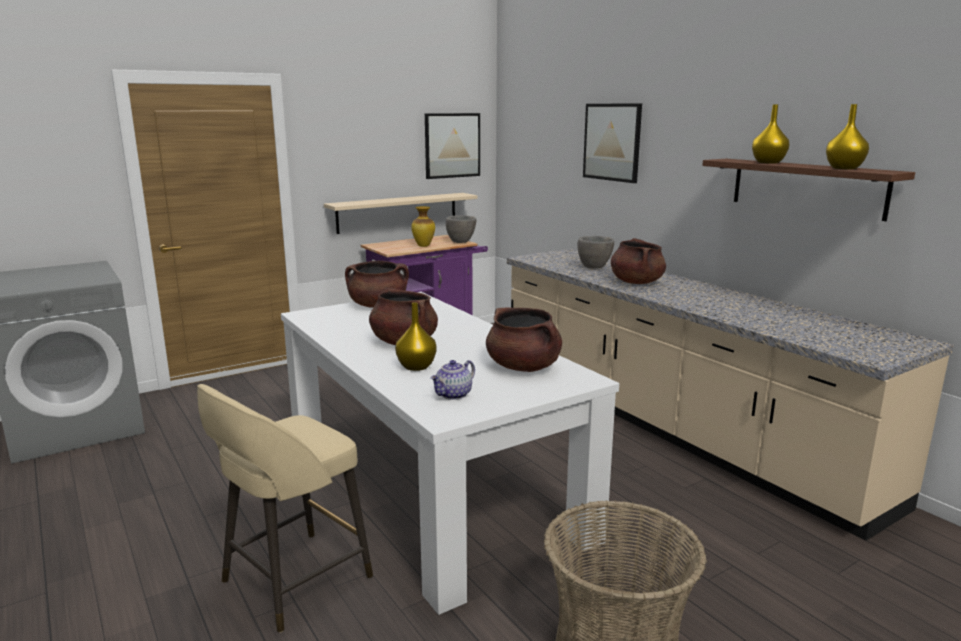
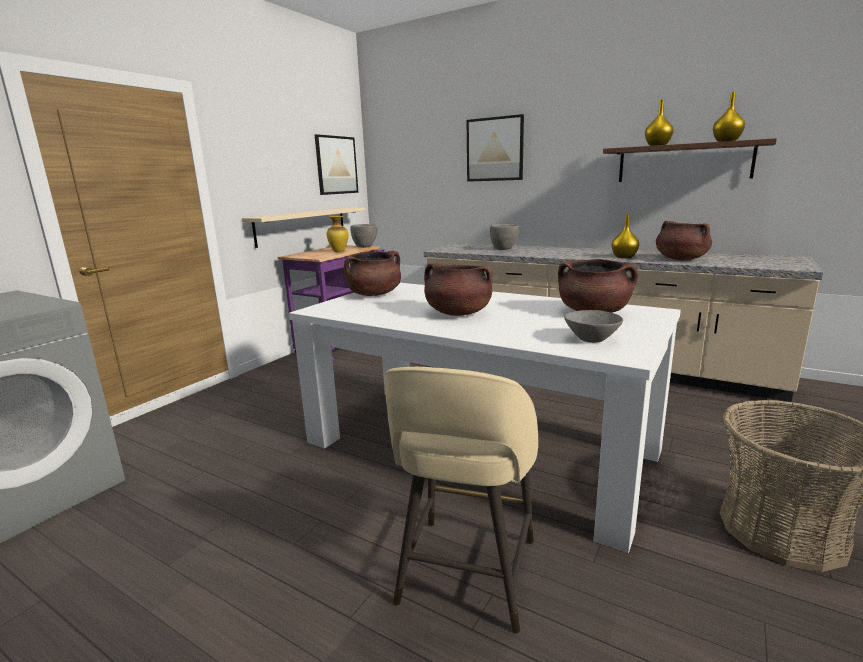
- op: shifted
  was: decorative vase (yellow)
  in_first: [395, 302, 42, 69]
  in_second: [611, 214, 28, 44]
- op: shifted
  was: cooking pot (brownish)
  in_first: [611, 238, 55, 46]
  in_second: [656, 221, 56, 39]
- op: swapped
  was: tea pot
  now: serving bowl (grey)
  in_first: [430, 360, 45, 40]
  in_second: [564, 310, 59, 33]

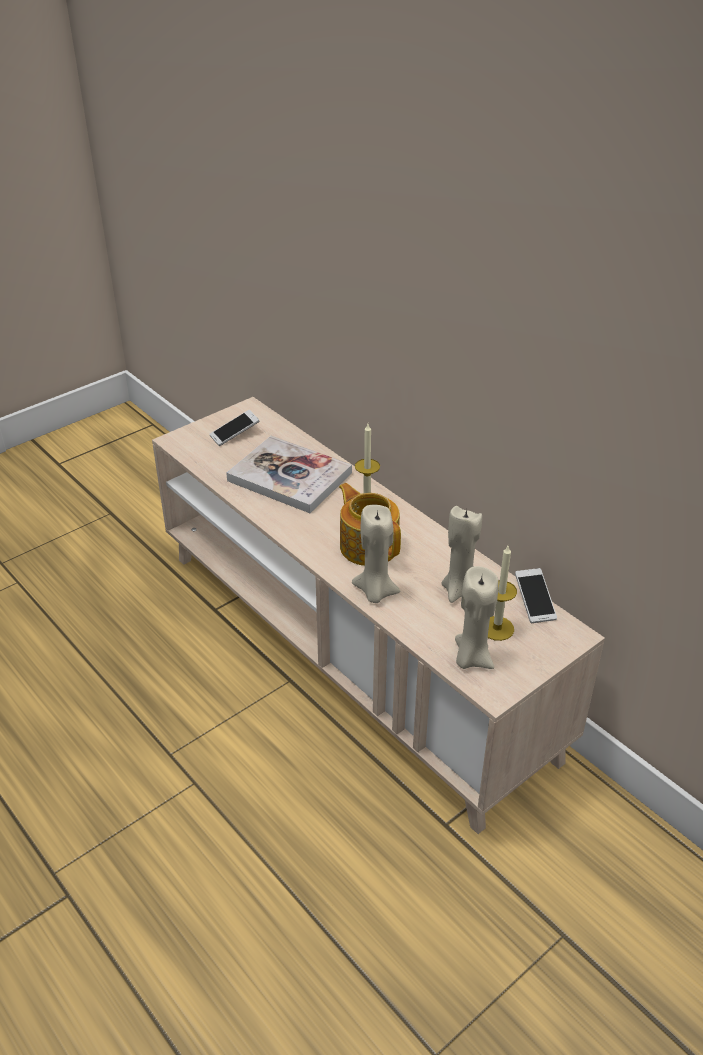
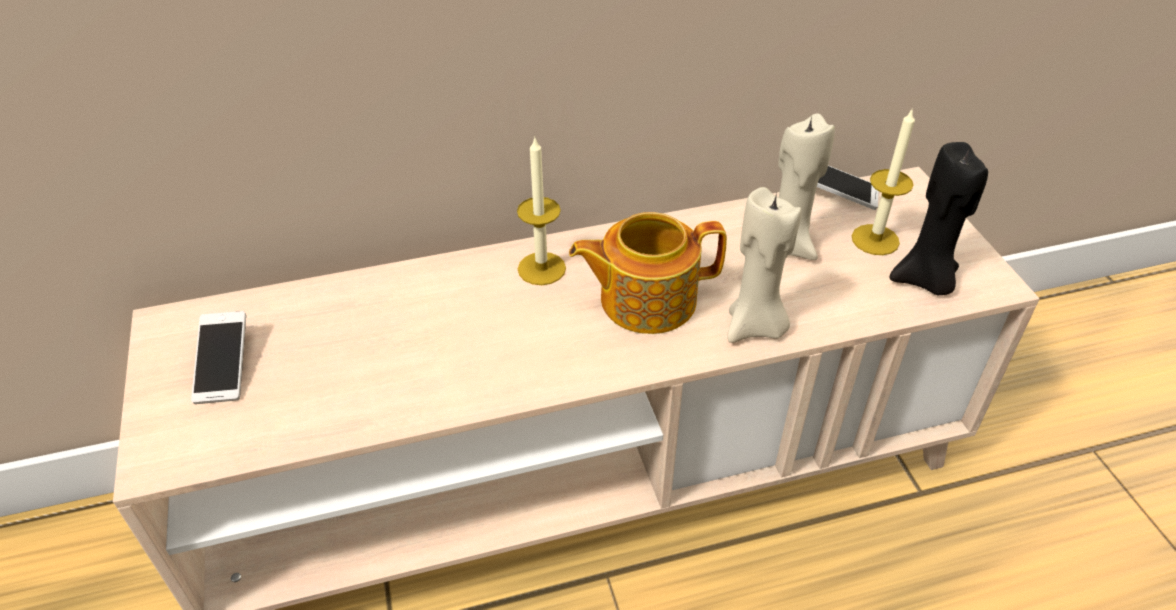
- op: gone
  was: book
  in_first: [226, 436, 126, 77]
- op: repainted
  was: wax light (beige)
  now: wax light (black-coloured)
  in_first: [455, 566, 44, 103]
  in_second: [889, 142, 99, 153]

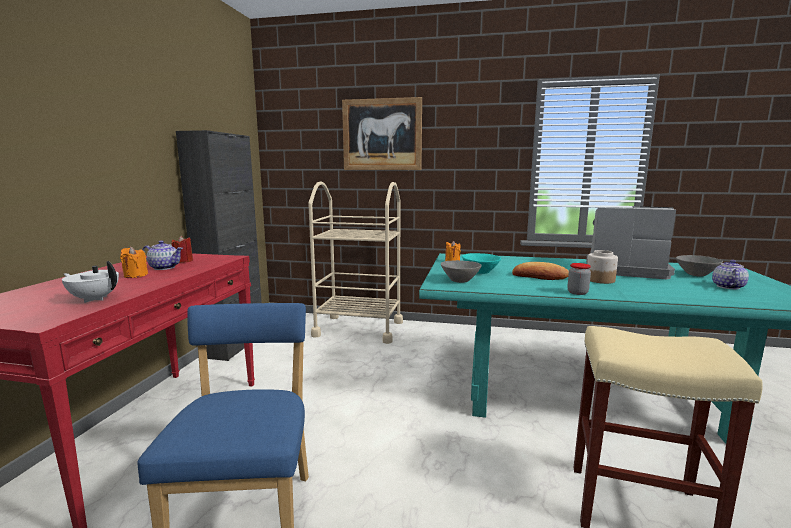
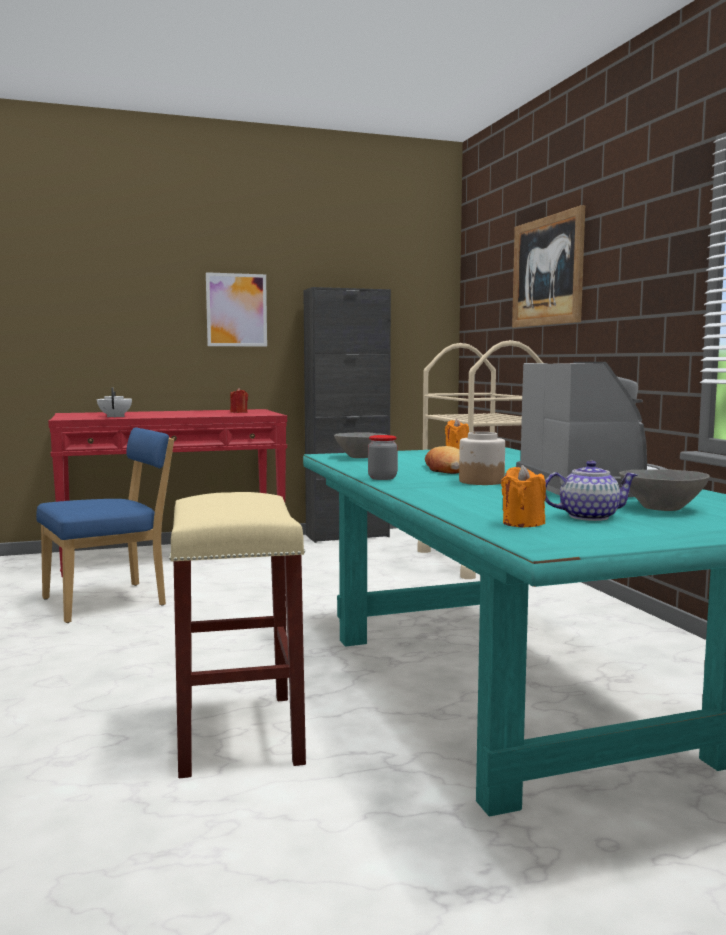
- op: gone
  was: tea pot
  in_first: [142, 240, 41, 30]
- op: gone
  was: serving bowl (turquoise)
  in_first: [462, 253, 39, 21]
- op: new
  now: picture
  in_second: [206, 272, 61, 75]
- op: shifted
  was: wax light (orangey)
  in_first: [120, 247, 28, 31]
  in_second: [501, 465, 45, 62]

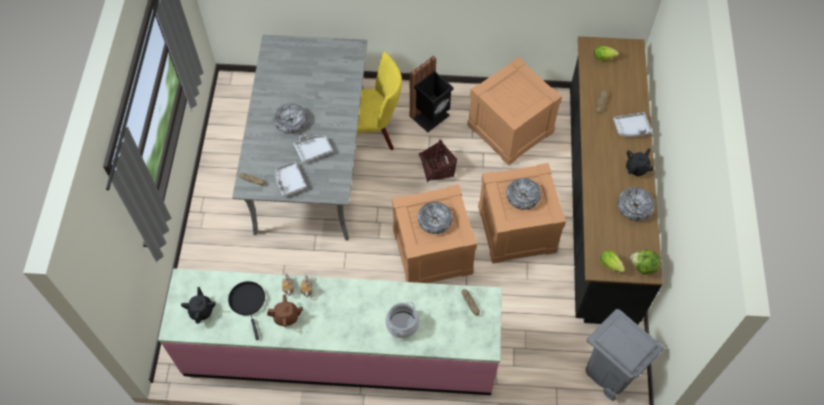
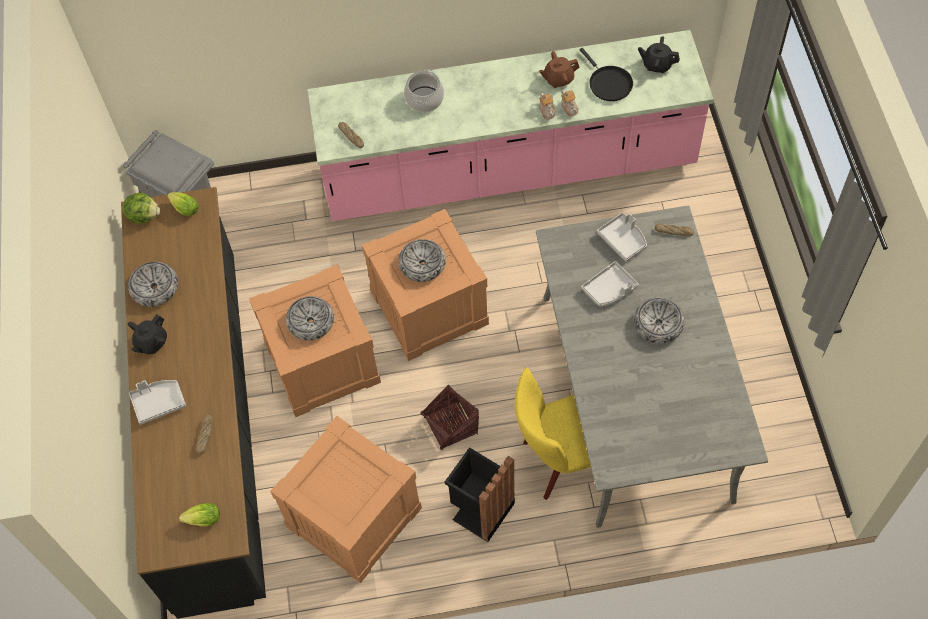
- op: rotated
  was: tea pot (black-coloured)
  in_first: [181, 287, 35, 37]
  in_second: [638, 36, 42, 37]
  clockwise: 120

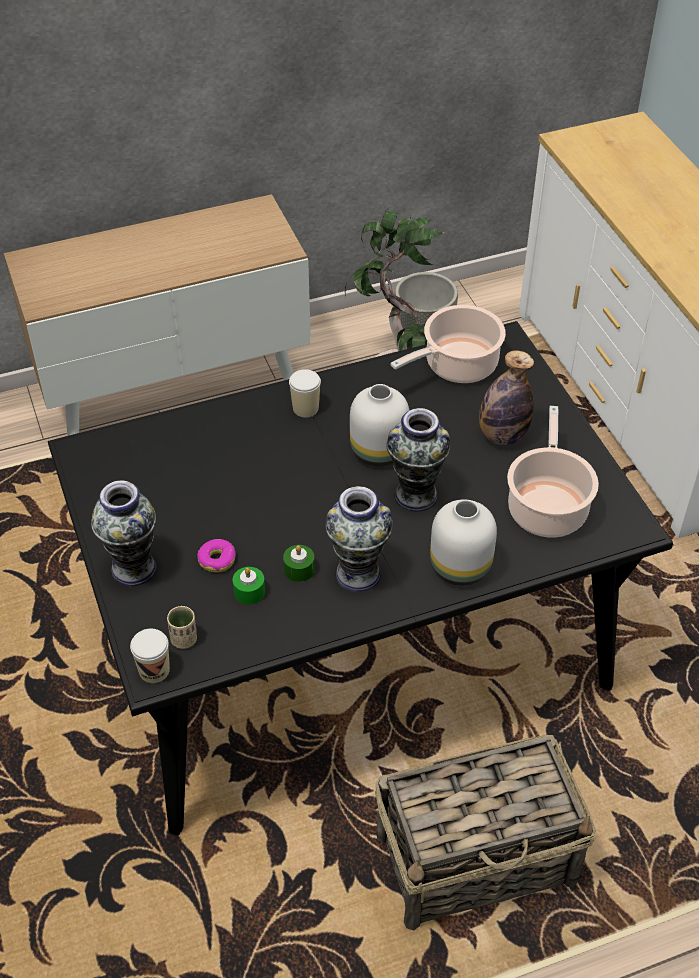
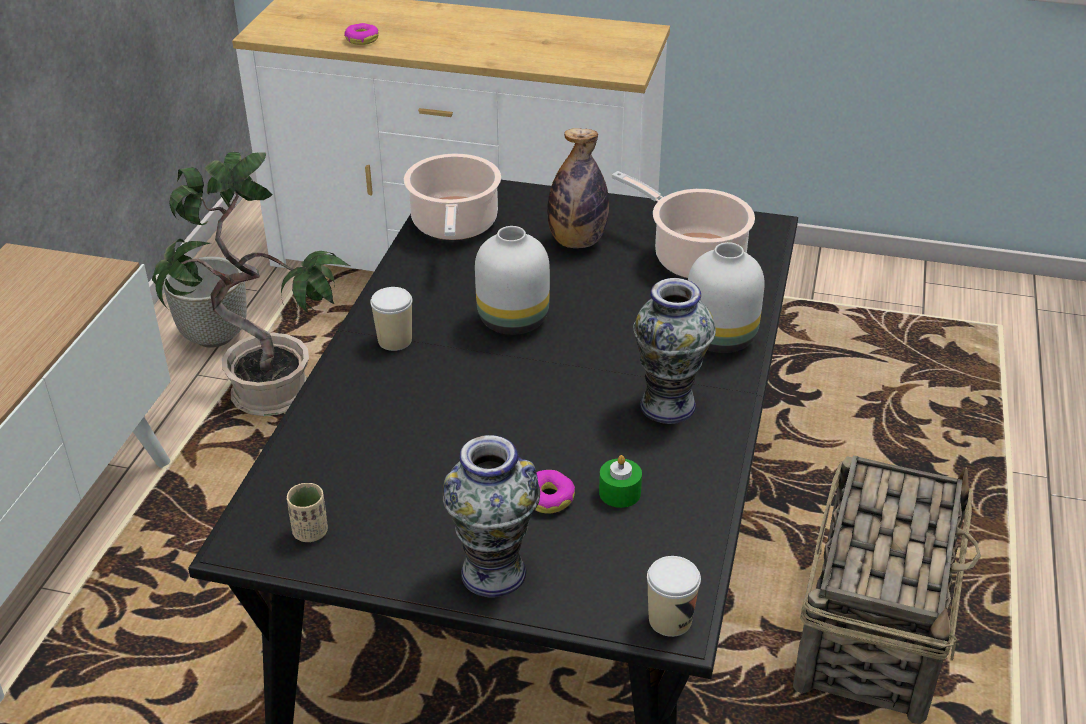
- op: gone
  was: wax light (greenish)
  in_first: [283, 545, 32, 37]
- op: gone
  was: decorative vase
  in_first: [386, 408, 64, 104]
- op: new
  now: donut
  in_second: [344, 23, 35, 22]
- op: shifted
  was: cup (beige)
  in_first: [167, 606, 30, 43]
  in_second: [287, 483, 41, 59]

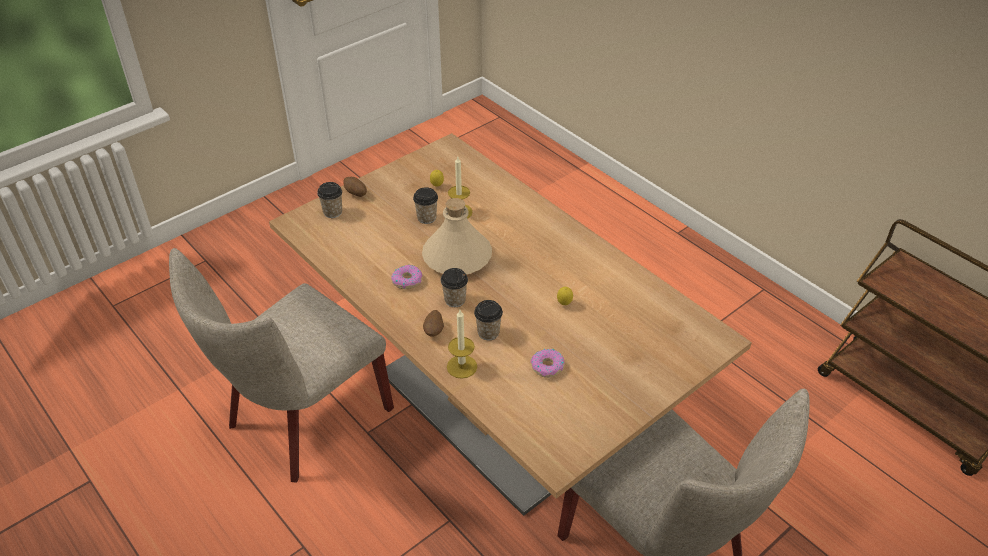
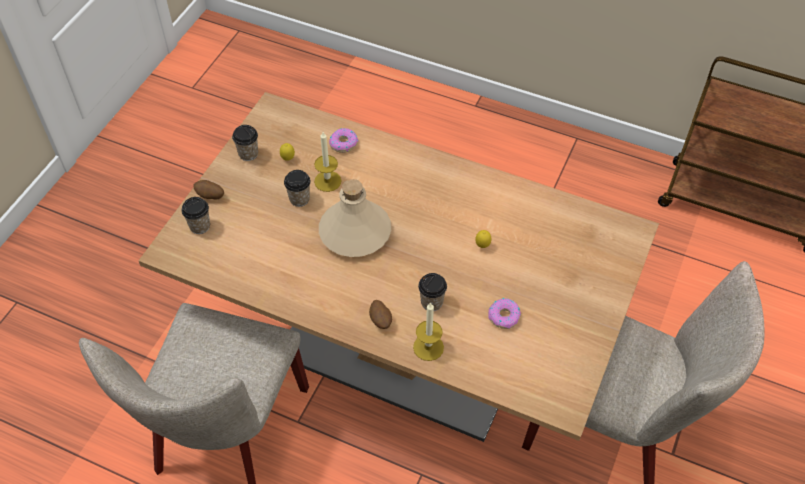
- op: shifted
  was: donut
  in_first: [391, 265, 31, 24]
  in_second: [329, 128, 30, 25]
- op: shifted
  was: cup
  in_first: [441, 268, 27, 39]
  in_second: [232, 125, 26, 36]

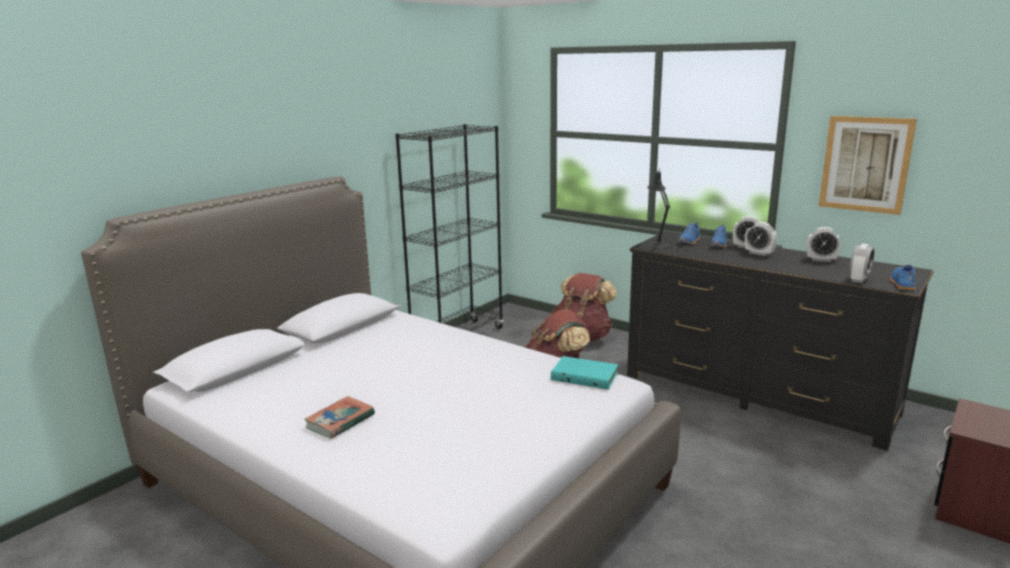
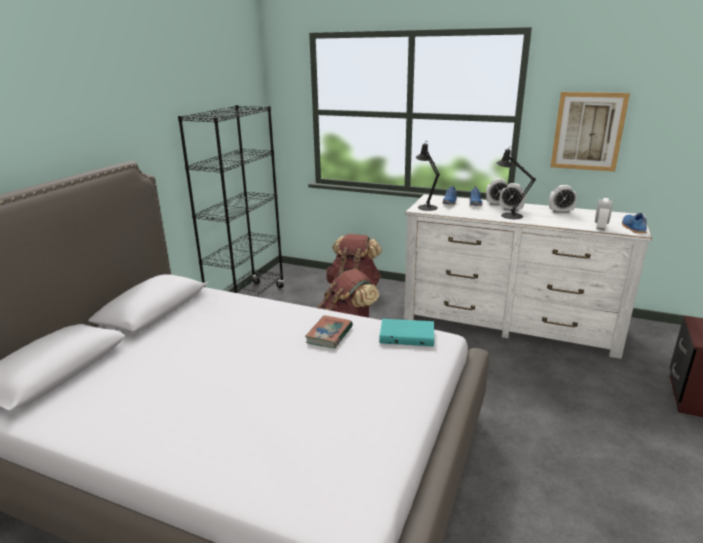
- op: new
  now: lamp for a table (black-coloured)
  in_second: [496, 146, 40, 73]
- op: shifted
  was: book
  in_first: [304, 396, 71, 43]
  in_second: [305, 315, 48, 33]
- op: repainted
  was: drawer chest (black-coloured)
  now: drawer chest (white)
  in_first: [627, 231, 306, 220]
  in_second: [404, 194, 248, 165]

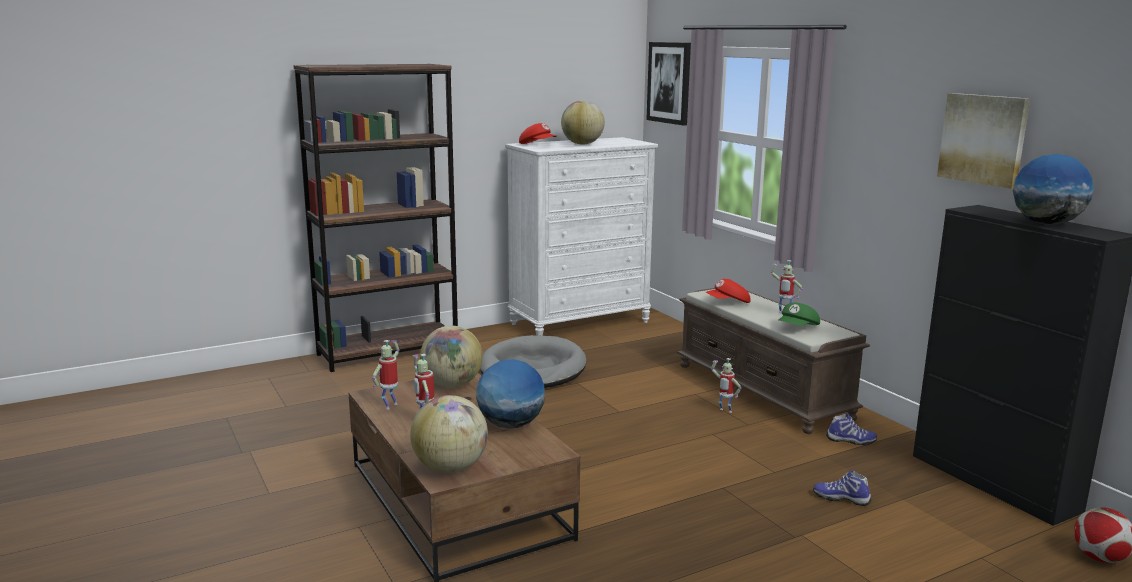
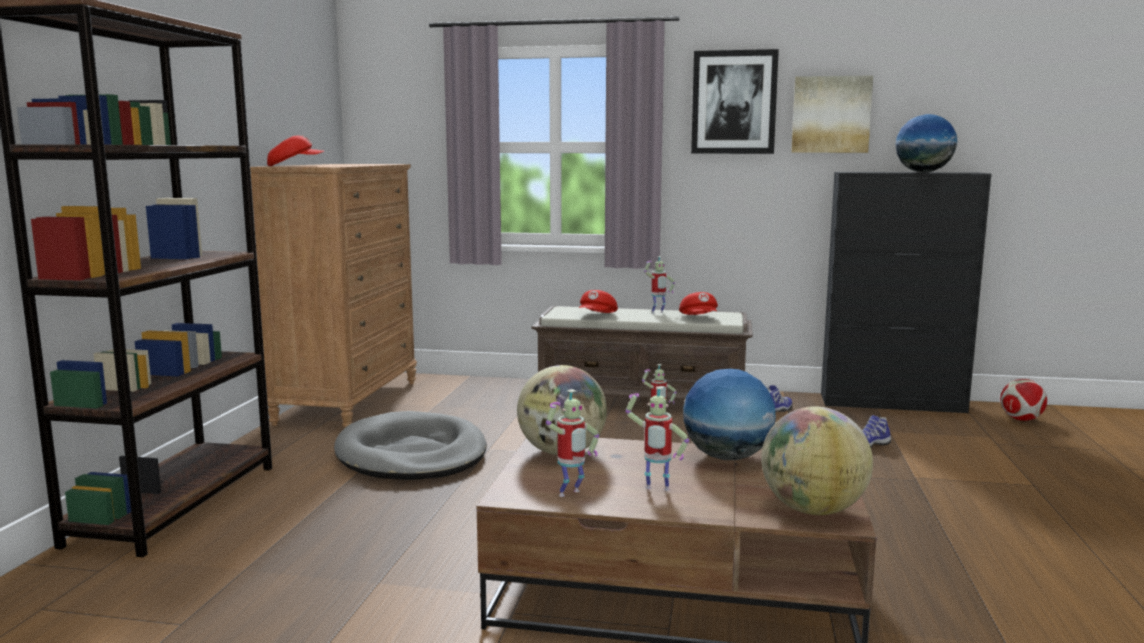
- op: gone
  was: world globe
  in_first: [561, 100, 44, 45]
- op: shifted
  was: picture
  in_first: [646, 42, 45, 84]
  in_second: [691, 49, 88, 105]
- op: repainted
  was: drawer chest (white)
  now: drawer chest (brownish)
  in_first: [505, 137, 153, 199]
  in_second: [250, 164, 167, 263]
- op: repainted
  was: baseball cap (greenish)
  now: baseball cap (reddish)
  in_first: [779, 303, 41, 23]
  in_second: [679, 292, 39, 23]
- op: rotated
  was: toy robot
  in_first: [372, 340, 27, 70]
  in_second: [546, 389, 53, 108]
  clockwise: -105

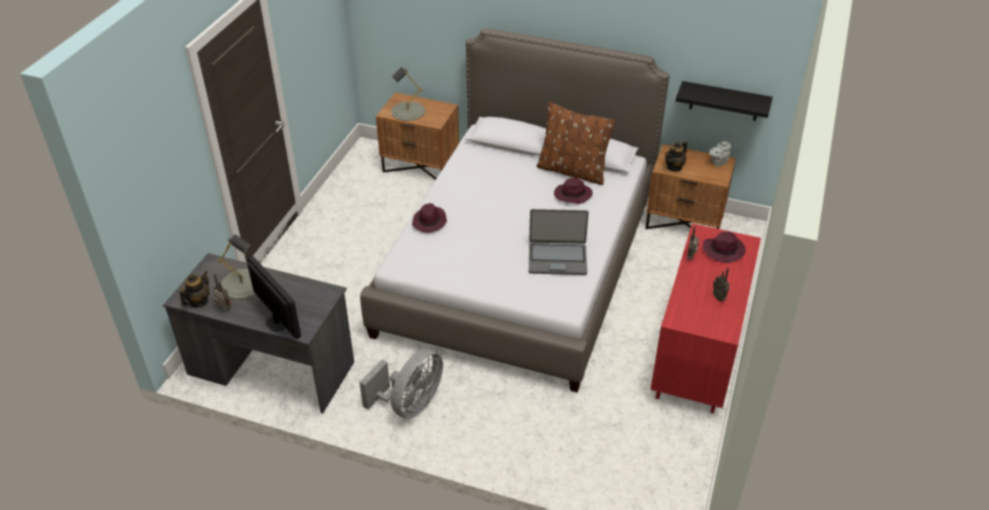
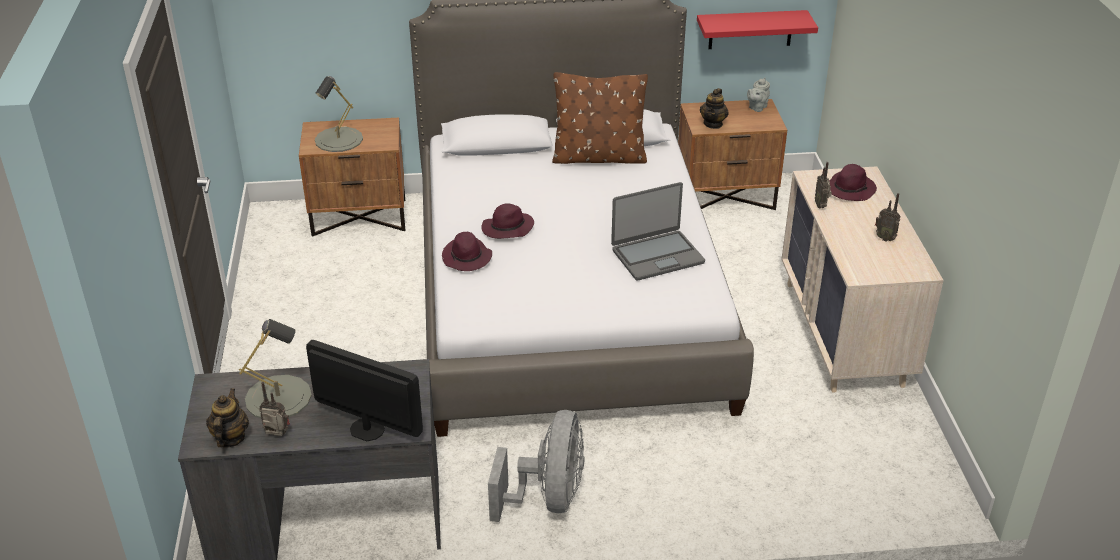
- op: shifted
  was: clothing hat (purple)
  in_first: [554, 178, 39, 26]
  in_second: [481, 203, 53, 36]
- op: repainted
  was: drawer chest (reddish)
  now: drawer chest (beige)
  in_first: [650, 223, 111, 191]
  in_second: [781, 166, 163, 227]
- op: repainted
  was: shelf (black-coloured)
  now: shelf (reddish)
  in_first: [676, 81, 97, 40]
  in_second: [697, 10, 121, 39]

